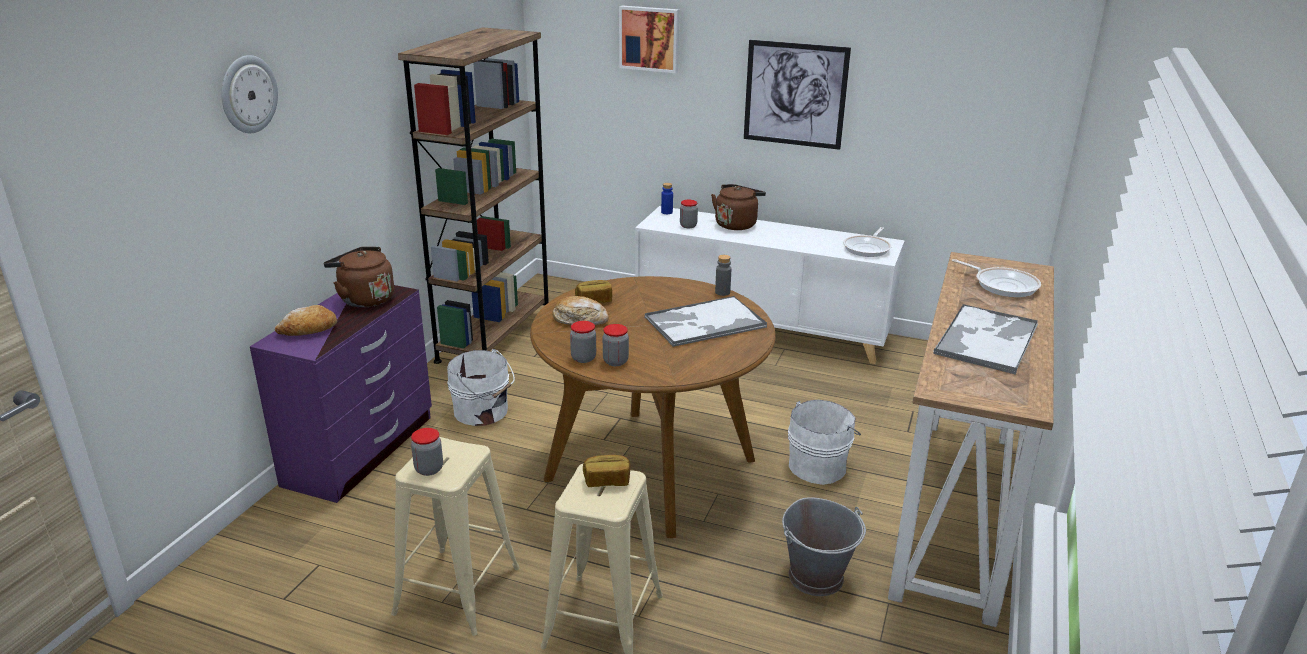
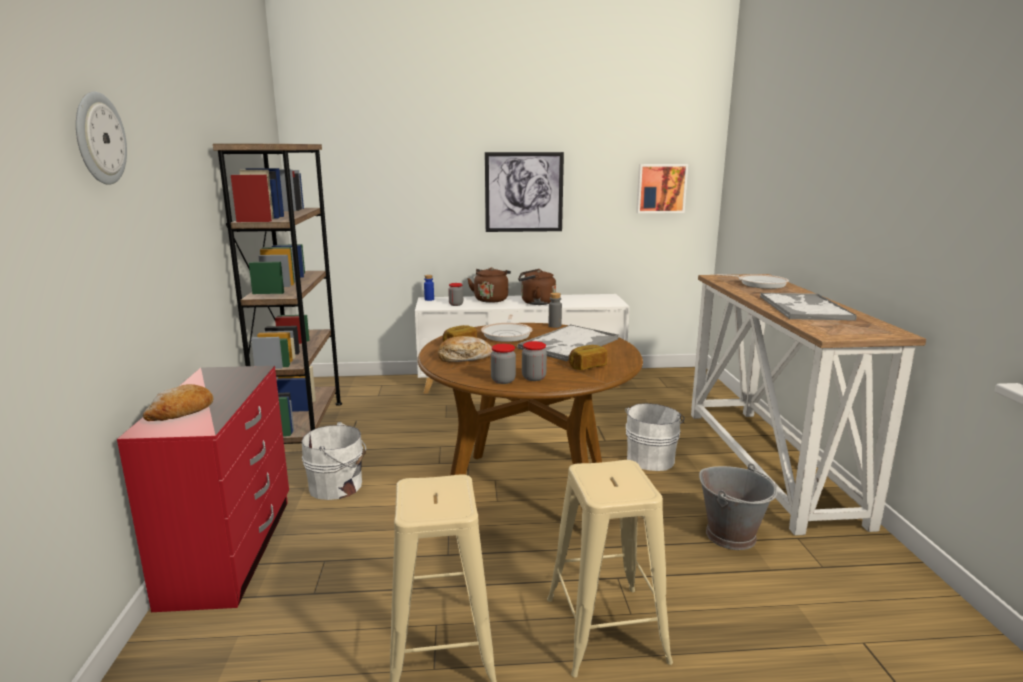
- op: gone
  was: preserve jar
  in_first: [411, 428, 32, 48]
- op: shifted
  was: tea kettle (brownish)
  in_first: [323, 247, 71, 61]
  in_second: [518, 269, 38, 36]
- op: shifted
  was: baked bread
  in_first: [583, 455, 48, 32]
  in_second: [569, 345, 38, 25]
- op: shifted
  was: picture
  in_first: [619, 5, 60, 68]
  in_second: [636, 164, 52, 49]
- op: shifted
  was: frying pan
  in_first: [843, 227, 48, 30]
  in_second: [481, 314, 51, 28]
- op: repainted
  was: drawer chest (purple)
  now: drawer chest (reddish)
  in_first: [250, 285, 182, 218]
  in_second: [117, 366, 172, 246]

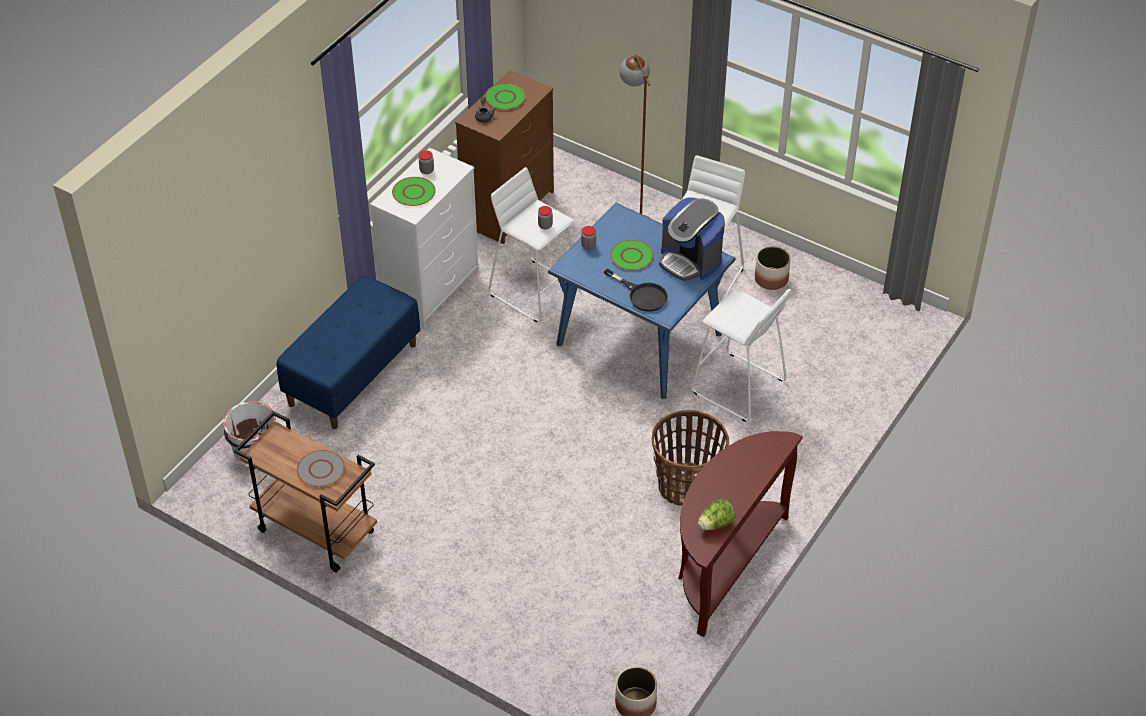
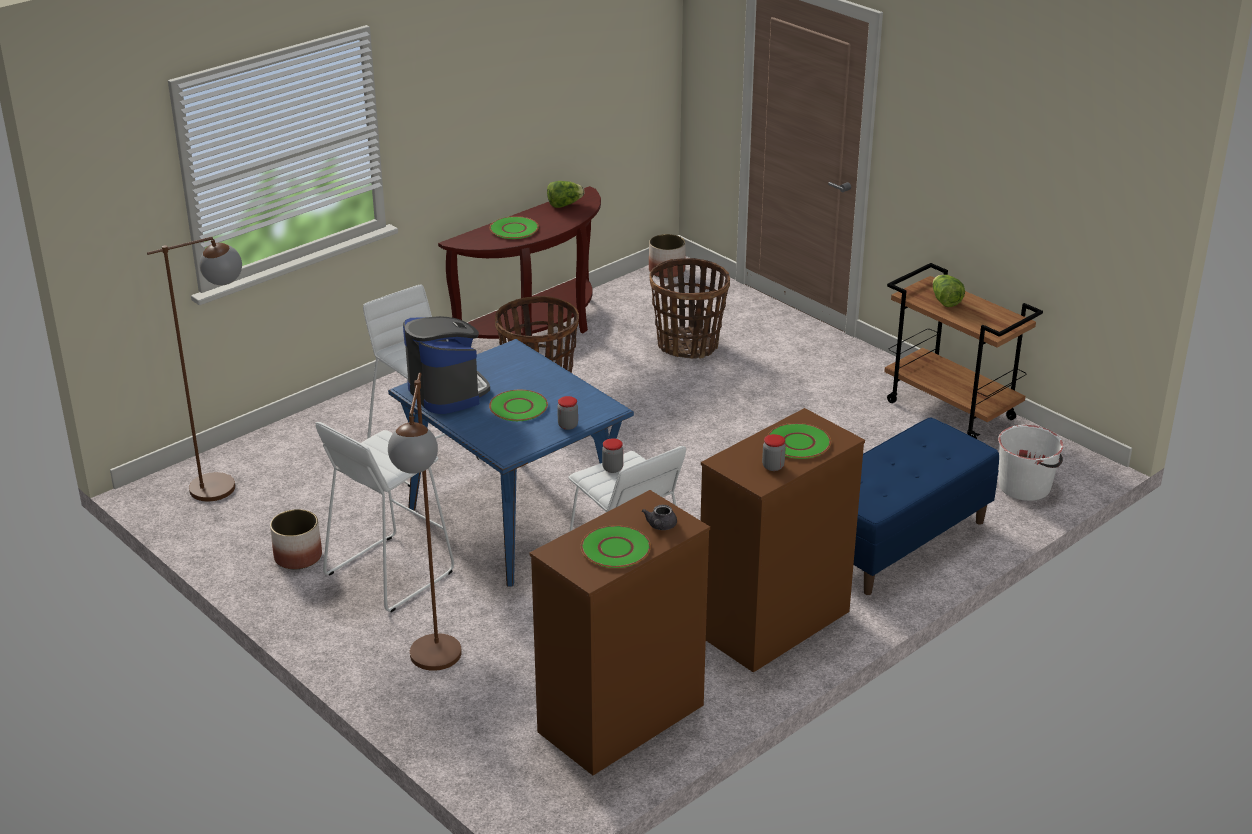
- op: gone
  was: frying pan (black-coloured)
  in_first: [604, 269, 64, 43]
- op: new
  now: standard lamp (brownish)
  in_second: [147, 237, 95, 264]
- op: new
  now: flat dish (greenish)
  in_second: [490, 216, 49, 23]
- op: new
  now: basket
  in_second: [649, 258, 81, 101]
- op: swapped
  was: flat dish (grey)
  now: head of lettuce
  in_first: [297, 450, 48, 37]
  in_second: [933, 275, 32, 32]
- op: repainted
  was: drawer chest (white)
  now: drawer chest (brownish)
  in_first: [370, 148, 109, 180]
  in_second: [701, 408, 164, 265]

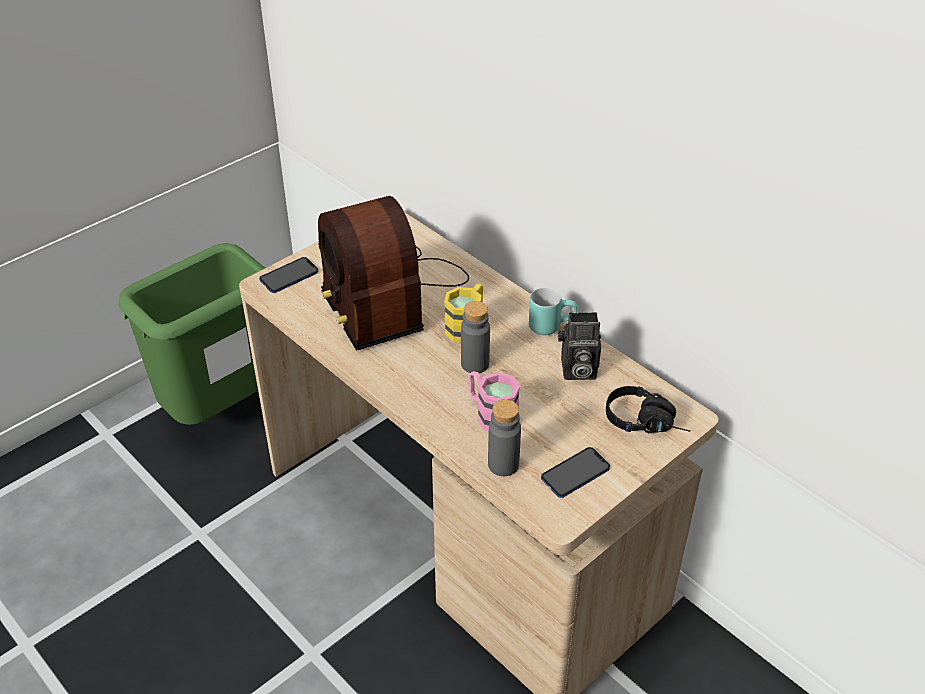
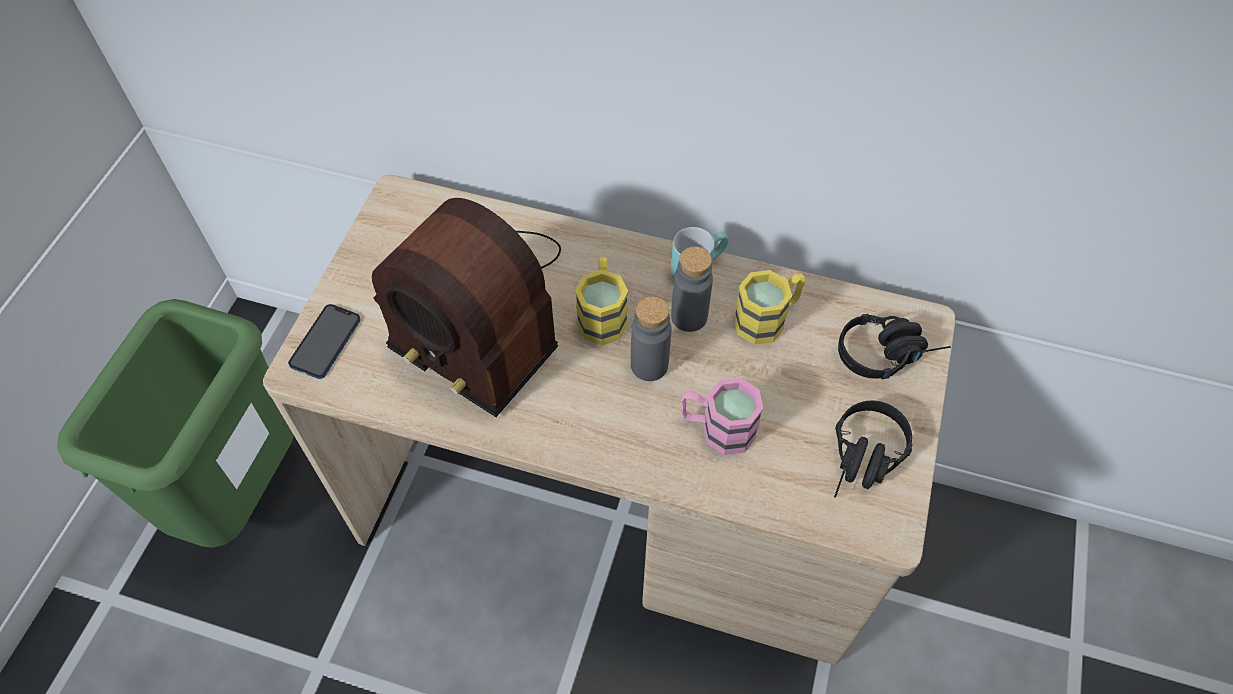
- op: shifted
  was: bottle (grey)
  in_first: [488, 399, 33, 77]
  in_second: [671, 246, 42, 86]
- op: swapped
  was: handset
  now: headphones (black-coloured)
  in_first: [541, 447, 69, 51]
  in_second: [834, 401, 79, 97]
- op: swapped
  was: still camera
  now: tea mug (yellow)
  in_first: [558, 312, 43, 68]
  in_second: [734, 270, 71, 75]

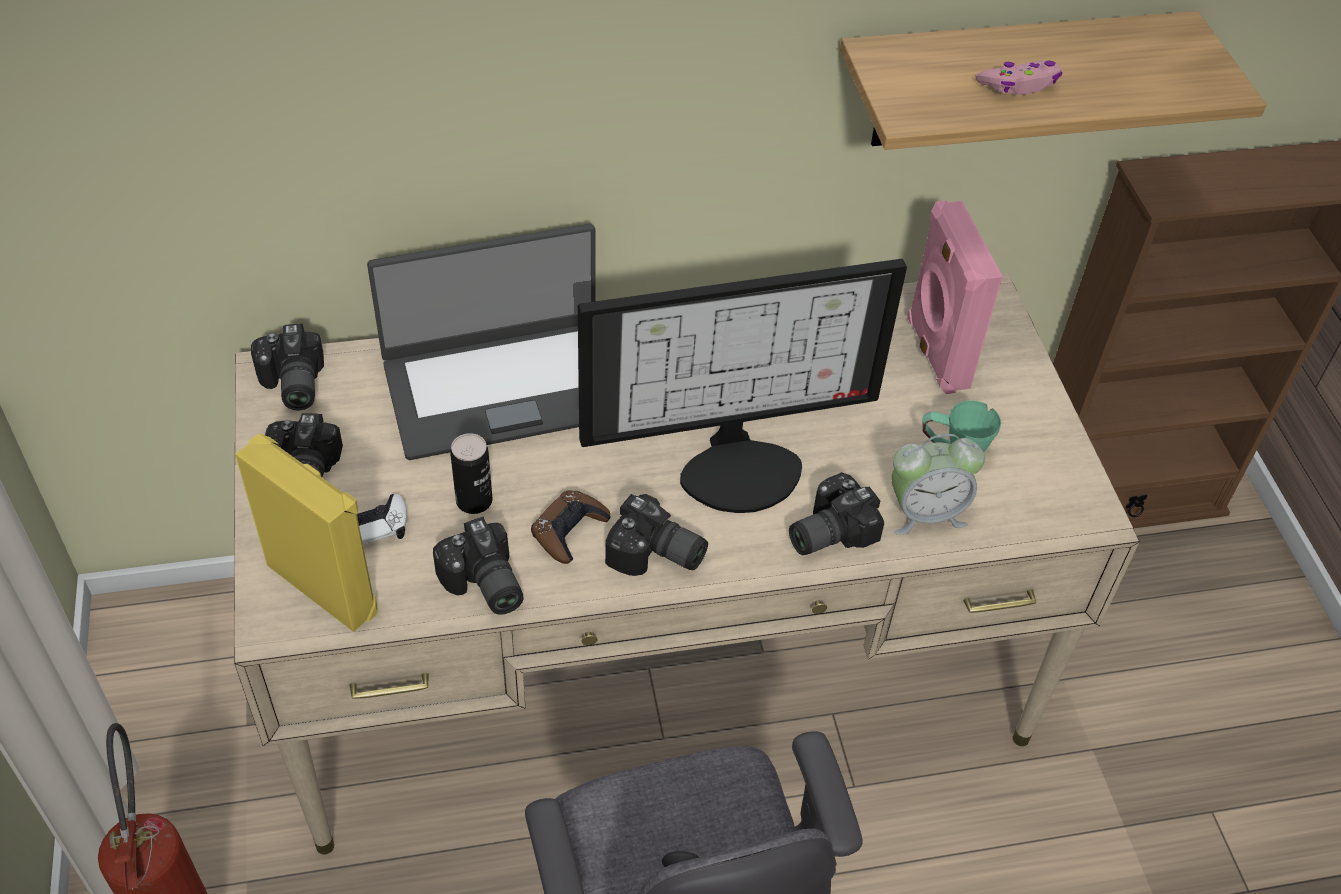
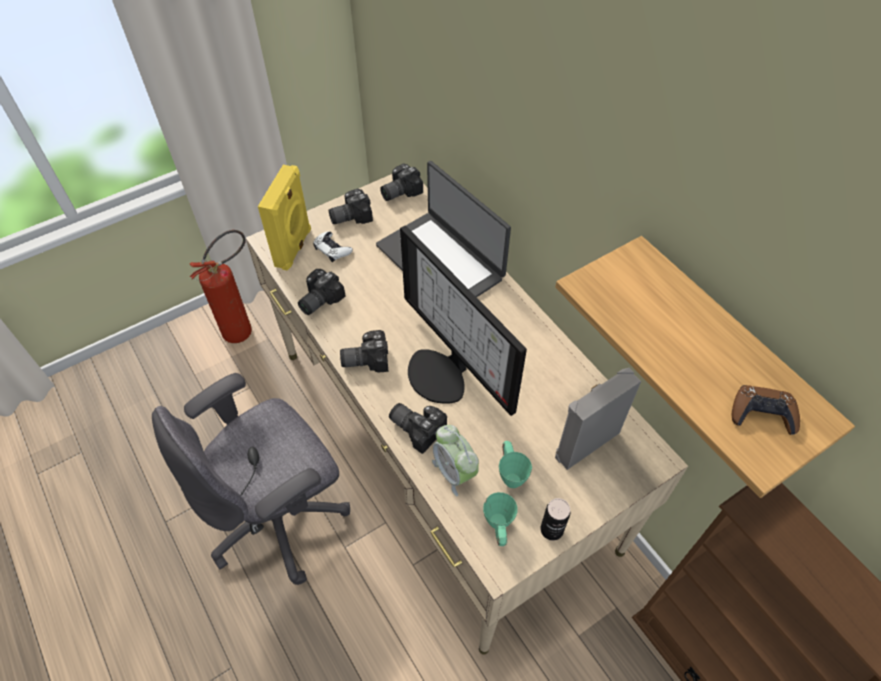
- op: gone
  was: gamepad (pink)
  in_first: [975, 60, 87, 35]
- op: new
  now: tea mug (greenish)
  in_second: [483, 492, 35, 54]
- op: shifted
  was: sealed can
  in_first: [450, 433, 42, 81]
  in_second: [541, 498, 30, 43]
- op: shifted
  was: gamepad (brownish)
  in_first: [531, 491, 79, 73]
  in_second: [732, 385, 68, 50]
- op: repainted
  was: loudspeaker (pink)
  now: loudspeaker (grey)
  in_first: [907, 201, 96, 193]
  in_second: [555, 368, 86, 102]
- op: rotated
  was: still camera
  in_first: [605, 494, 103, 82]
  in_second: [340, 330, 49, 43]
  clockwise: 75

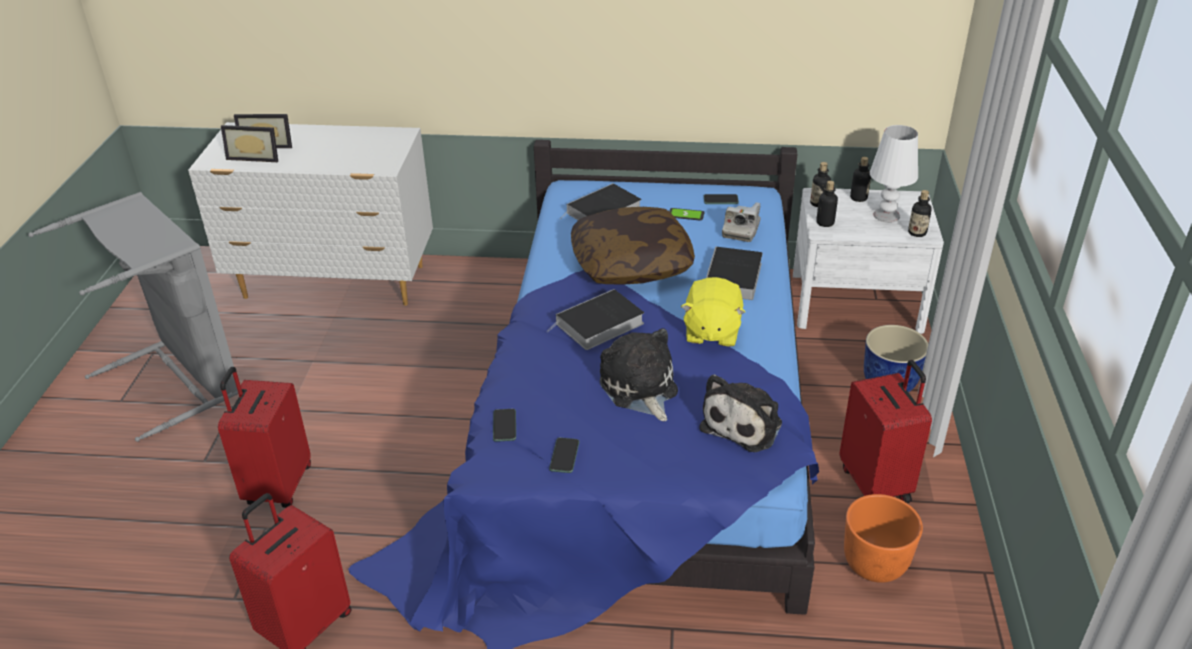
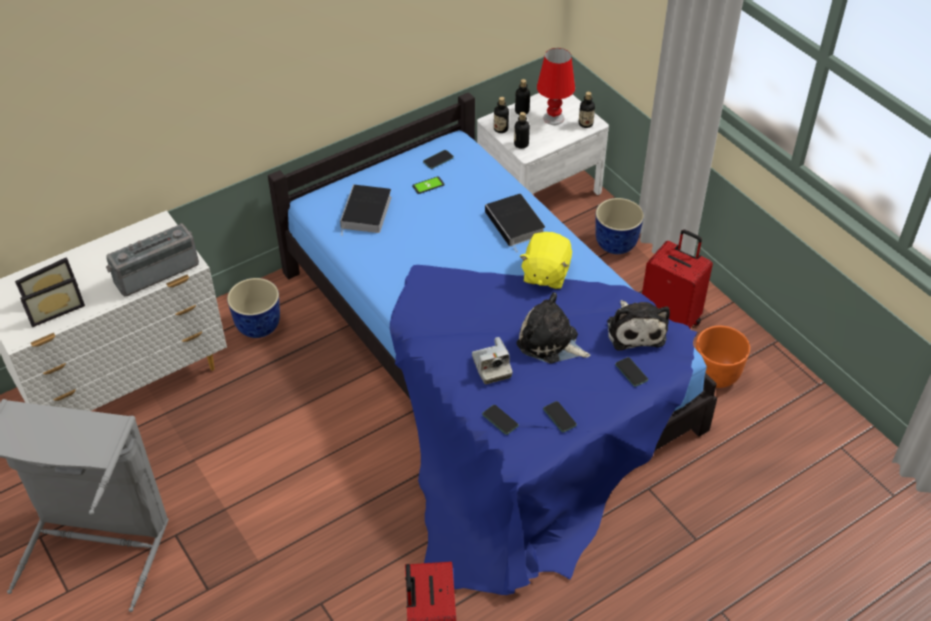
- op: gone
  was: travel case (reddish)
  in_first: [218, 367, 93, 141]
- op: gone
  was: book
  in_first: [547, 289, 97, 61]
- op: gone
  was: cushion
  in_first: [571, 207, 124, 78]
- op: new
  now: radio receiver
  in_second: [106, 223, 93, 73]
- op: new
  now: plant pot
  in_second: [227, 278, 53, 60]
- op: new
  now: handset
  in_second: [615, 357, 33, 30]
- op: shifted
  was: still camera
  in_first: [722, 202, 39, 40]
  in_second: [472, 337, 40, 47]
- op: repainted
  was: lamp for a table (white)
  now: lamp for a table (reddish)
  in_first: [870, 125, 48, 98]
  in_second: [537, 48, 38, 77]
- op: rotated
  was: soft toy (yellow)
  in_first: [681, 277, 64, 70]
  in_second: [519, 232, 53, 57]
  clockwise: 45

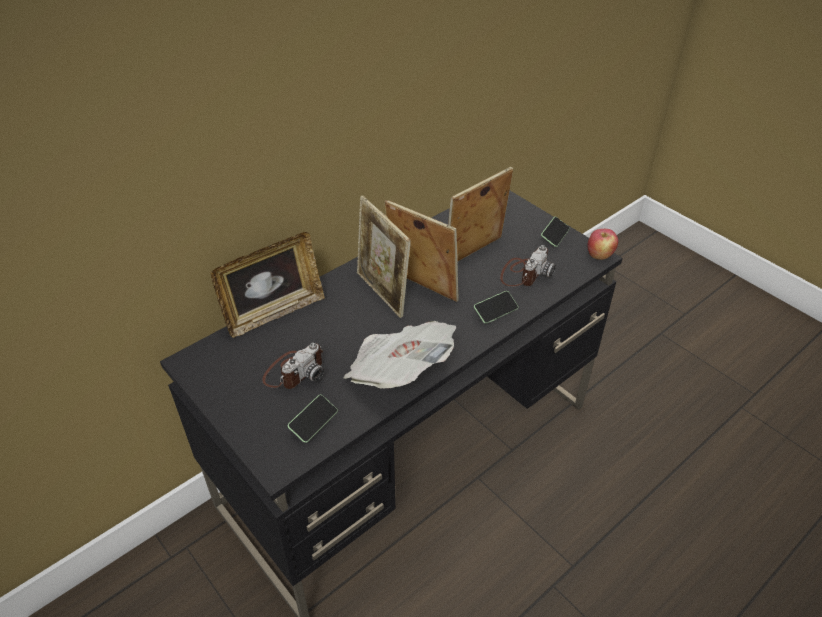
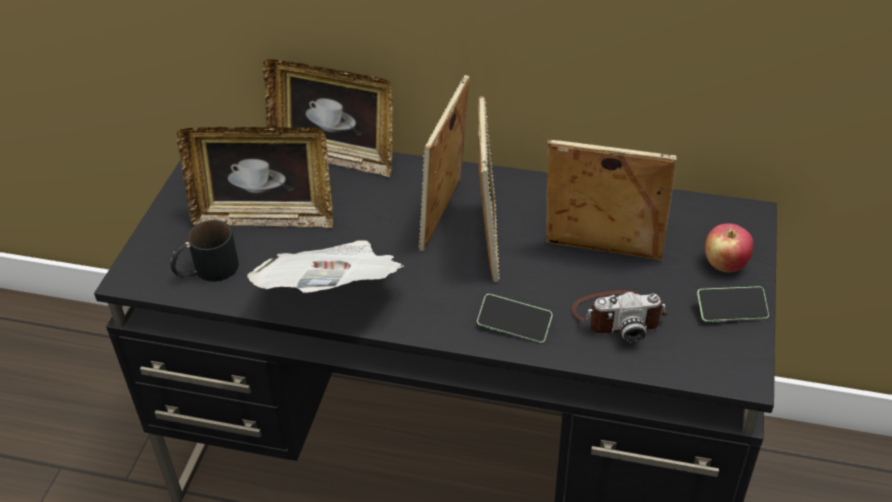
- op: shifted
  was: apple fruit
  in_first: [588, 229, 30, 31]
  in_second: [705, 223, 48, 49]
- op: swapped
  was: still camera
  now: photo frame
  in_first: [262, 343, 62, 46]
  in_second: [177, 127, 156, 101]
- op: swapped
  was: handset
  now: tea mug (black-coloured)
  in_first: [288, 395, 50, 48]
  in_second: [171, 220, 68, 62]

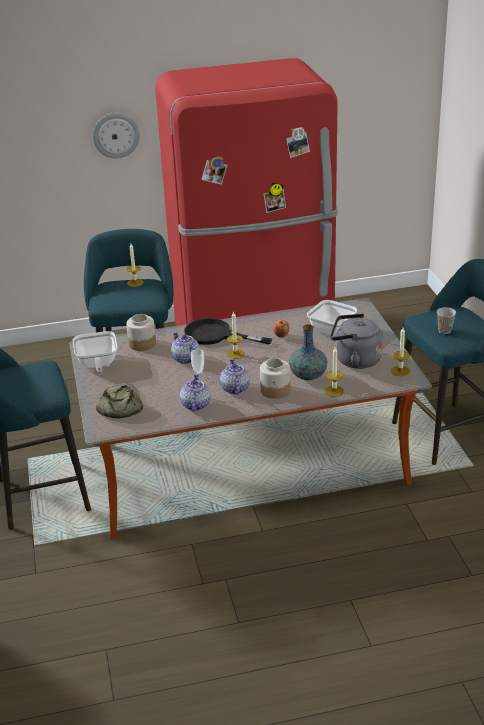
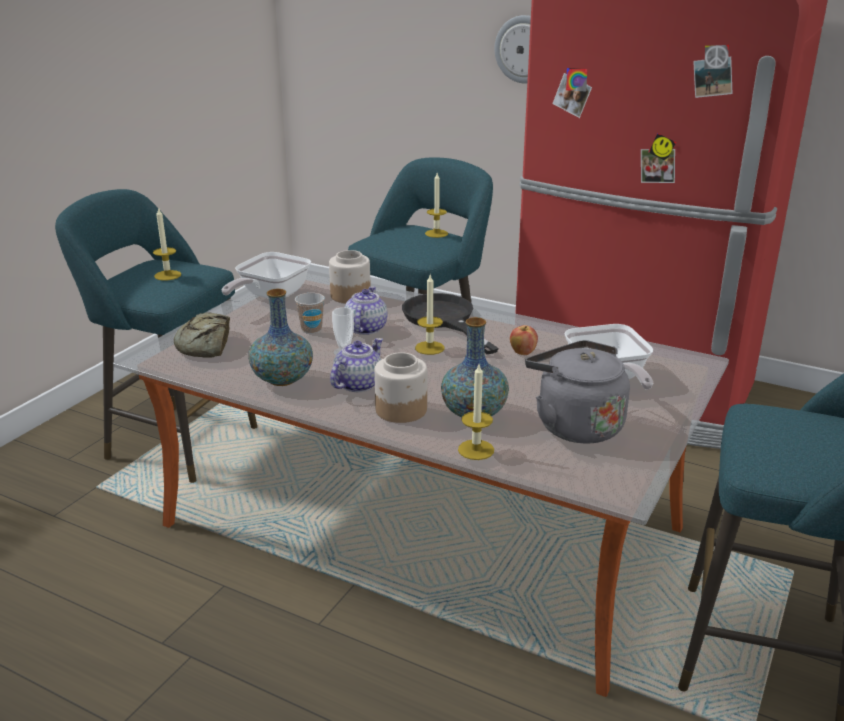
- op: shifted
  was: wax light
  in_first: [391, 328, 19, 48]
  in_second: [153, 207, 28, 74]
- op: shifted
  was: cup
  in_first: [437, 307, 19, 27]
  in_second: [295, 293, 30, 41]
- op: swapped
  was: tea pot
  now: decorative vase
  in_first: [180, 373, 30, 39]
  in_second: [248, 289, 65, 97]

